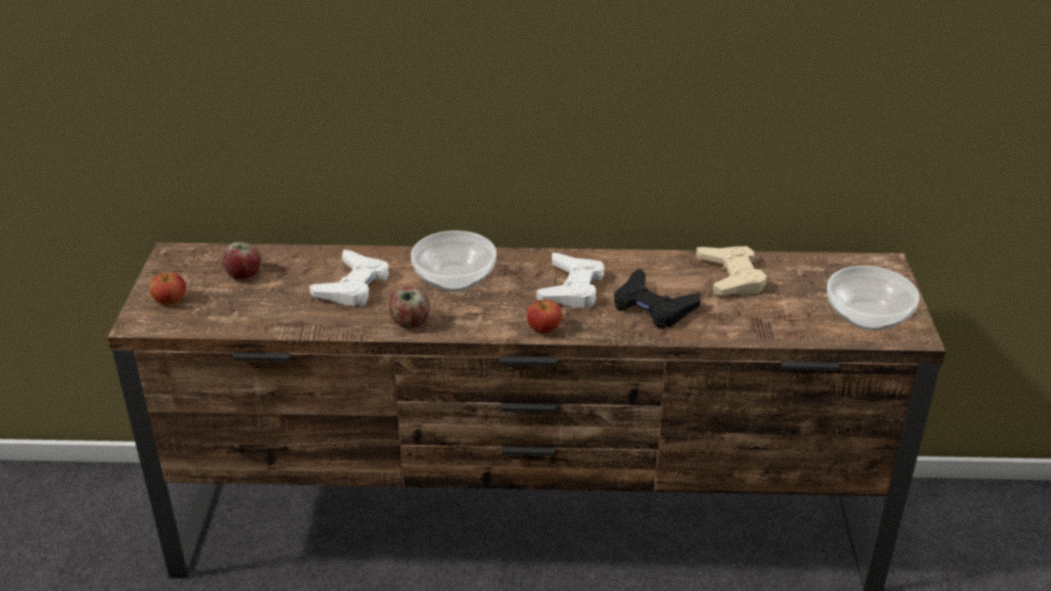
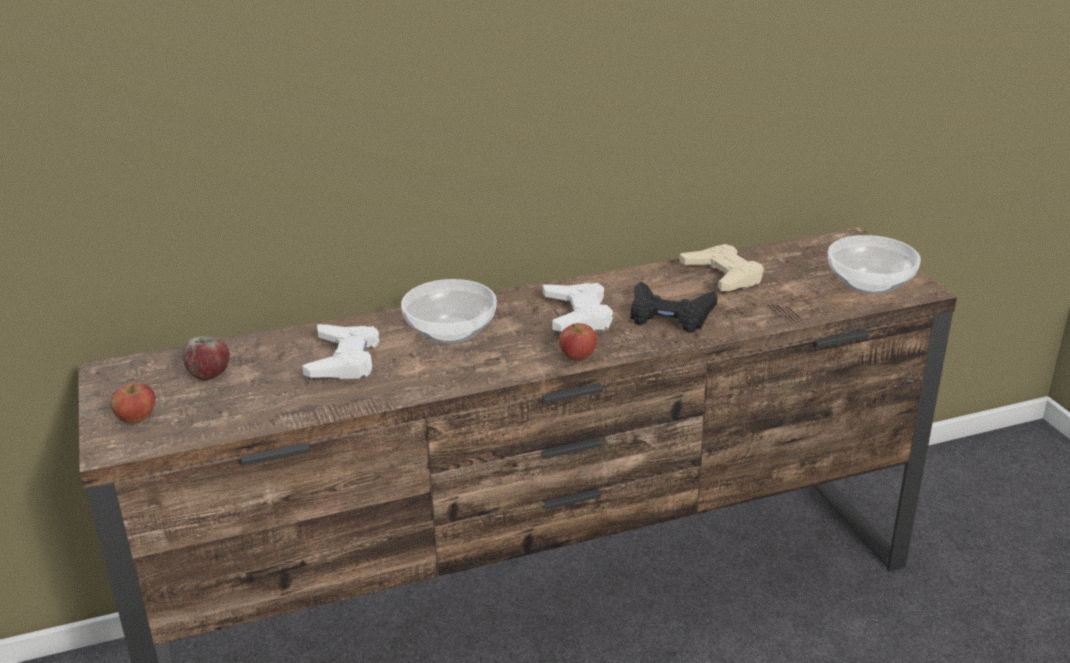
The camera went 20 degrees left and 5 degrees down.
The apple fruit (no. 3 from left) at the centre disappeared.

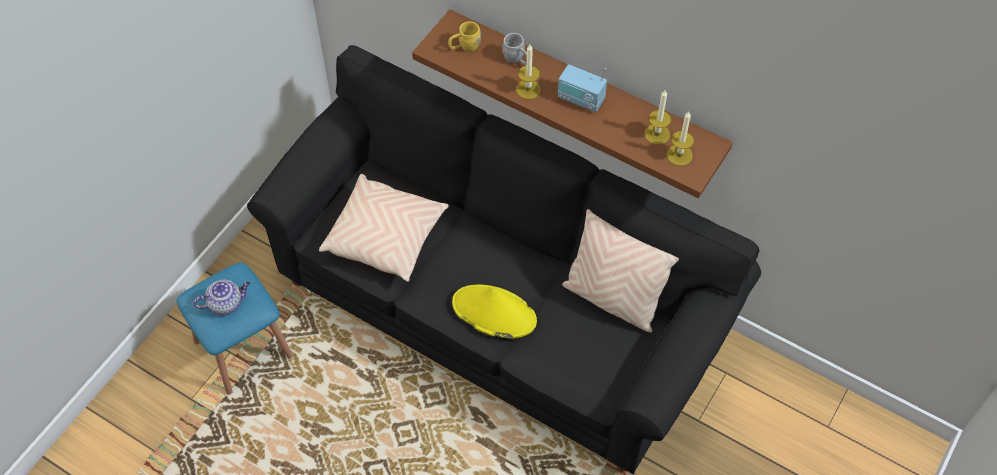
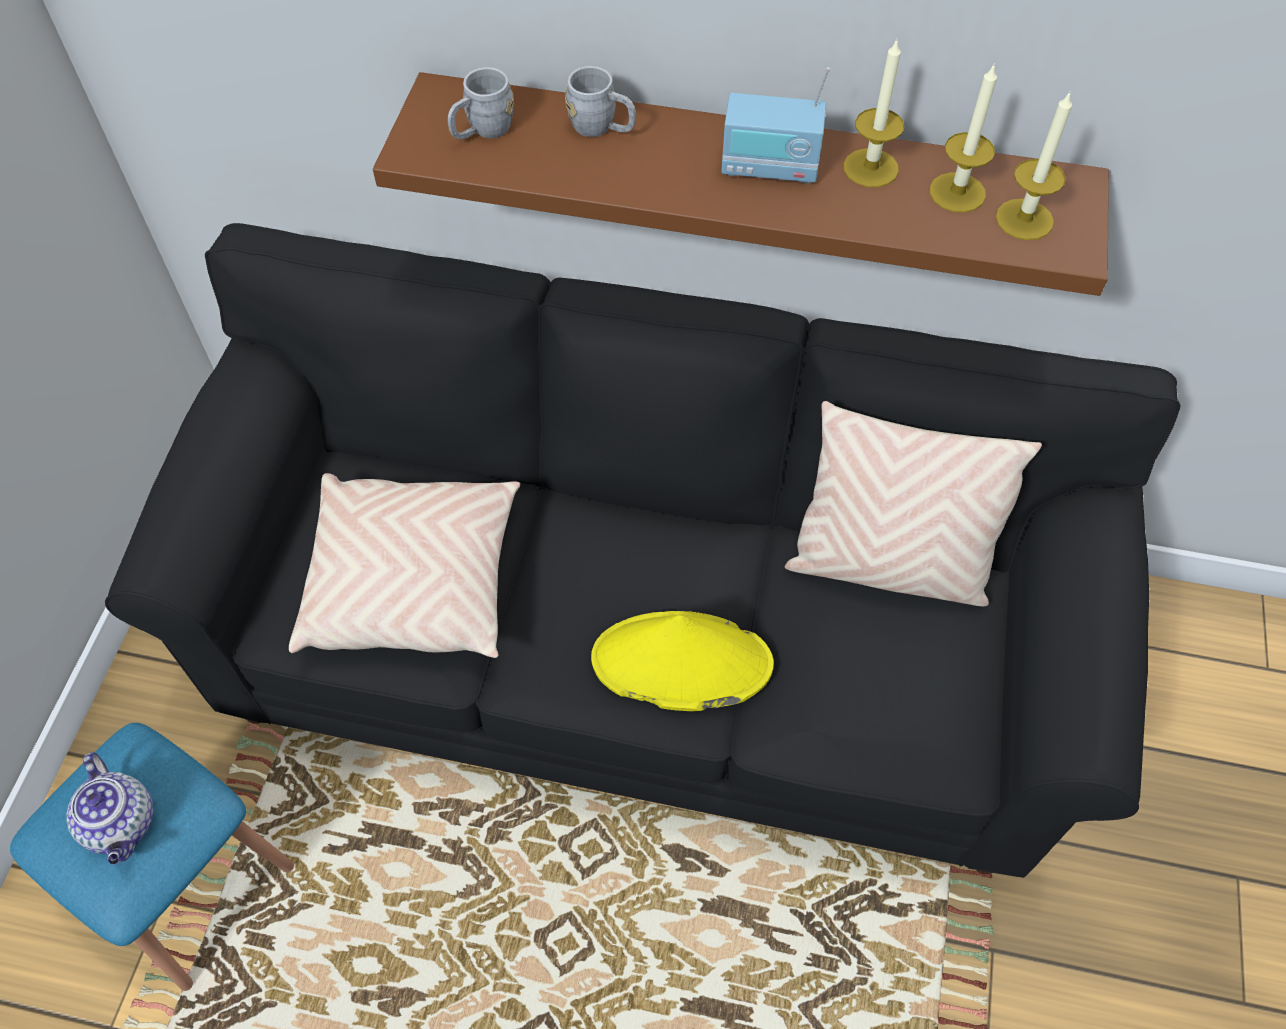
The camera went 20 degrees left and 0 degrees up.
The tea pot at the middle left turned 105 degrees clockwise.
The coffee mug in yellow-coloured at the top centre became the coffee mug in grey (no. 1 from left) at the top centre.
The wax candle (no. 1 from left) moved from the top centre to the top right.

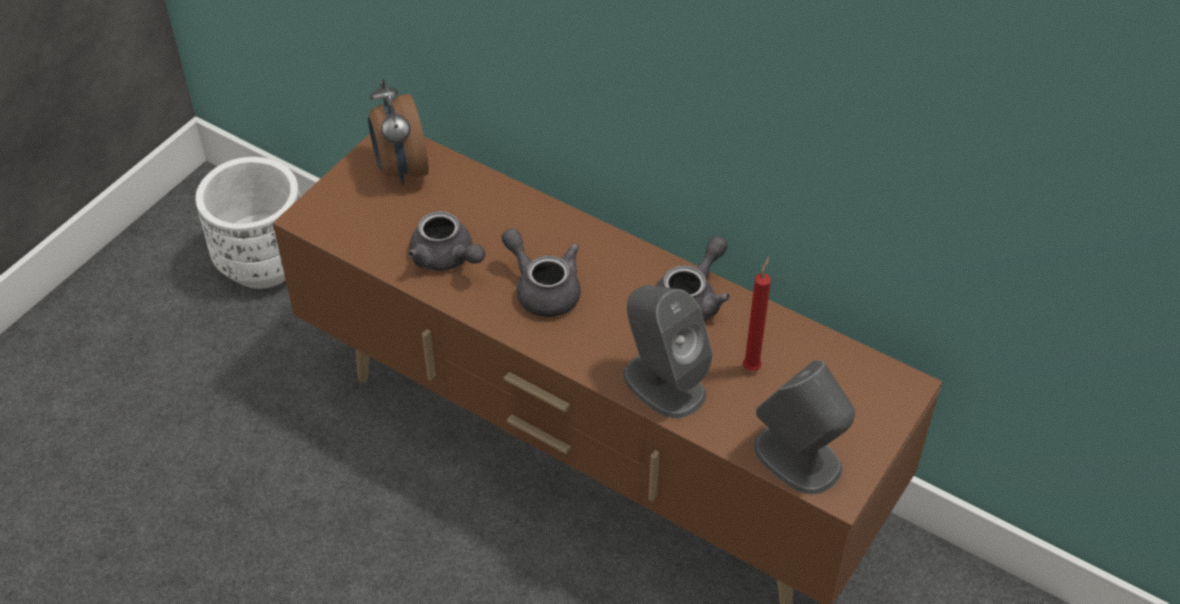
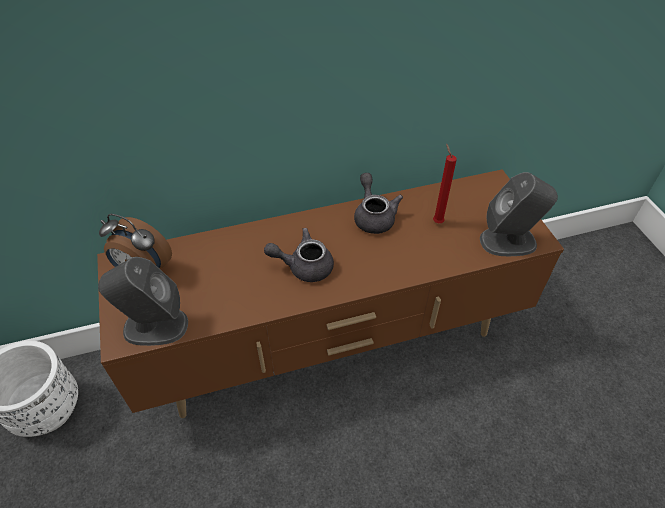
The camera went 50 degrees left and 0 degrees up.
The speaker in grey (no. 1 from left) moved from the centre to the middle left.
The tea pot in grey (no. 1 from left) at the centre disappeared.

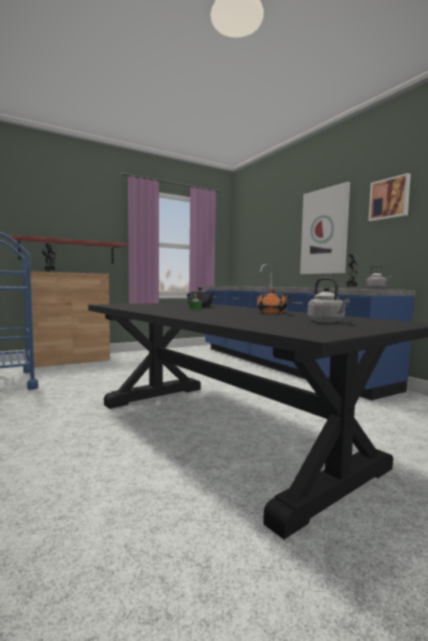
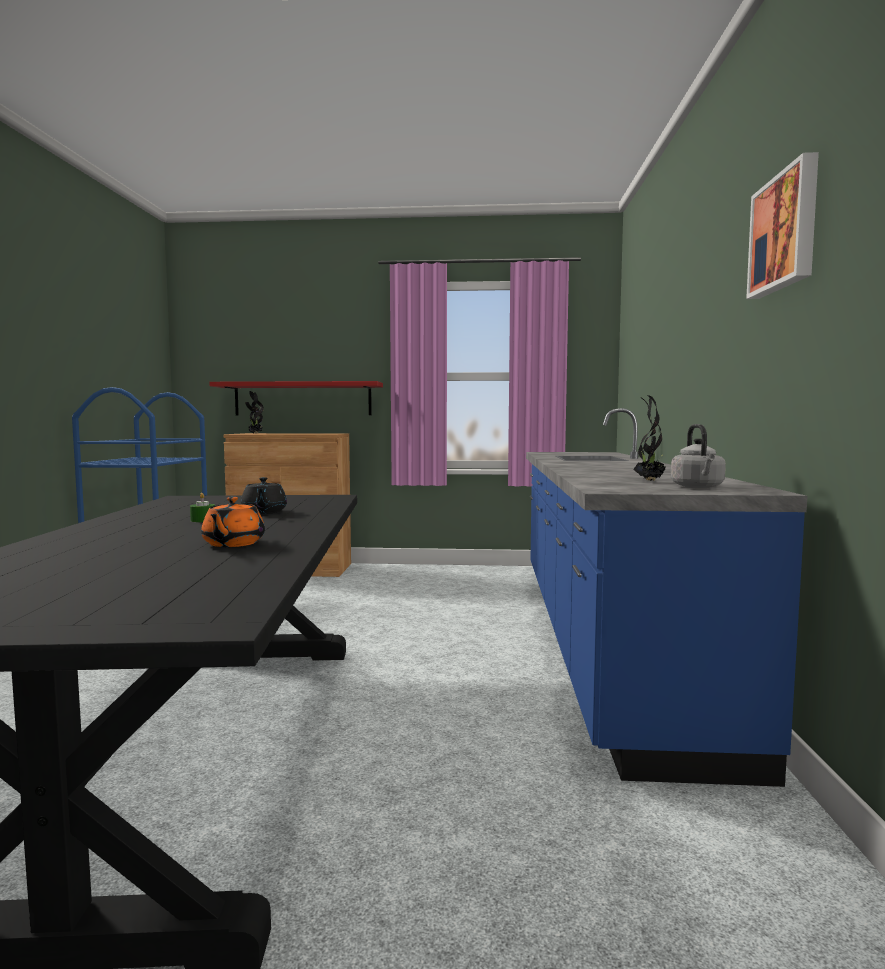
The camera went 35 degrees right and 0 degrees up.
The wall art (no. 1 from left) at the middle right disappeared.
The water kettle in grey (no. 1 from left) at the middle right disappeared.

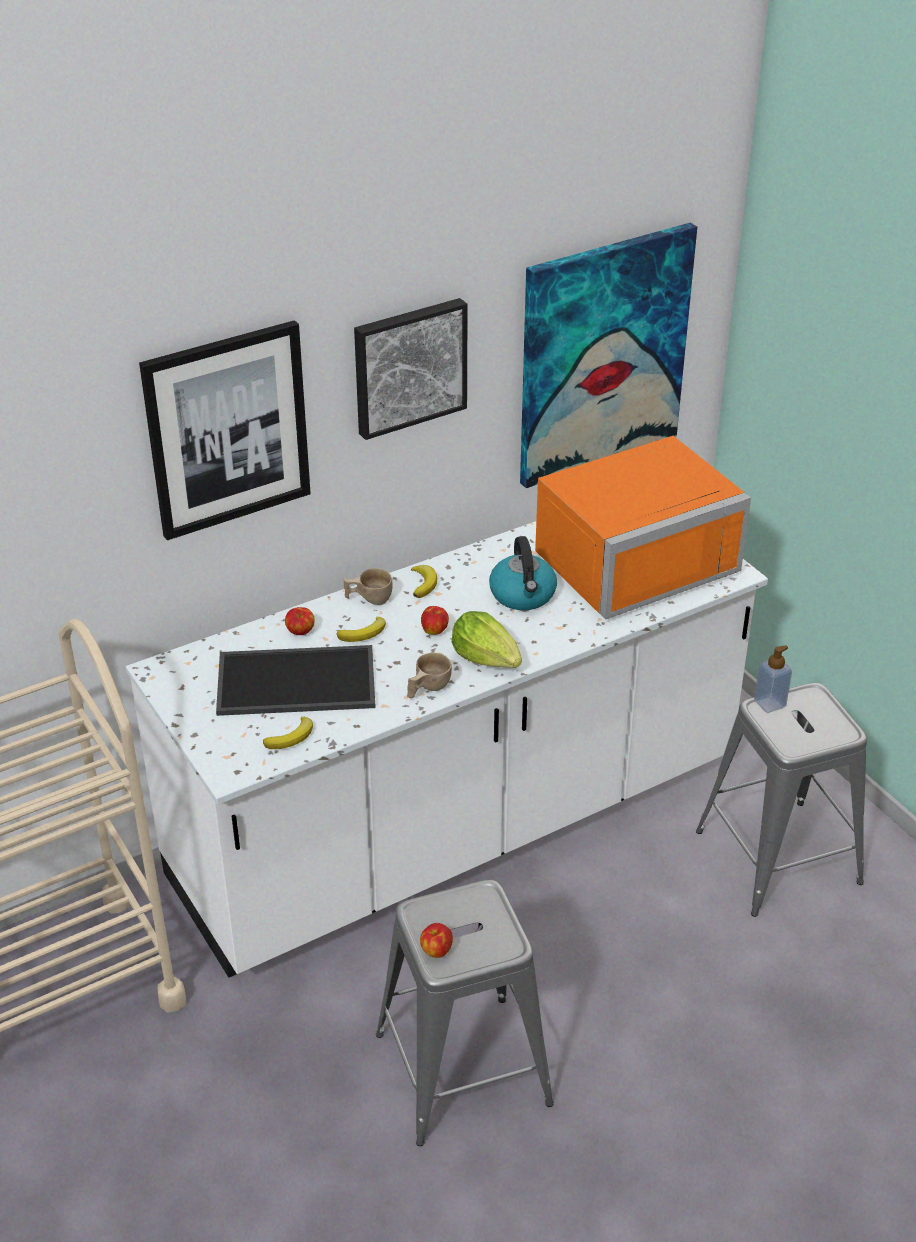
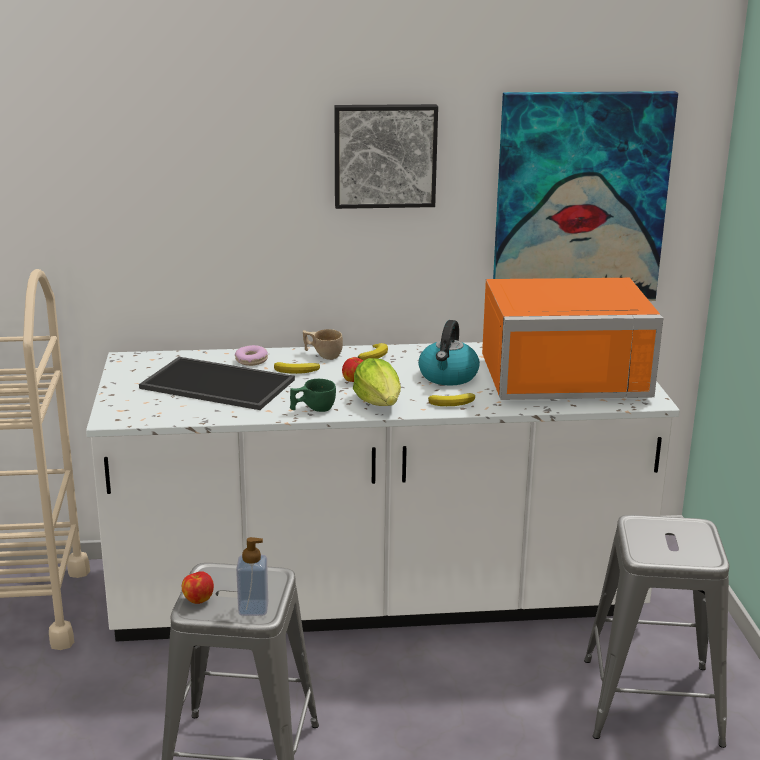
The camera went 25 degrees right and 15 degrees down.
The apple fruit (no. 1 from left) at the middle left was replaced by the doughnut at the middle left.
The soap dispenser moved from the middle right to the bottom left.
The drinking cup in sand-coloured (no. 2 from left) at the centre became the drinking cup in green at the centre.
The banana fruit (no. 1 from left in the first image) moved from the middle left to the centre.
The wall art (no. 1 from left) at the middle left disappeared.

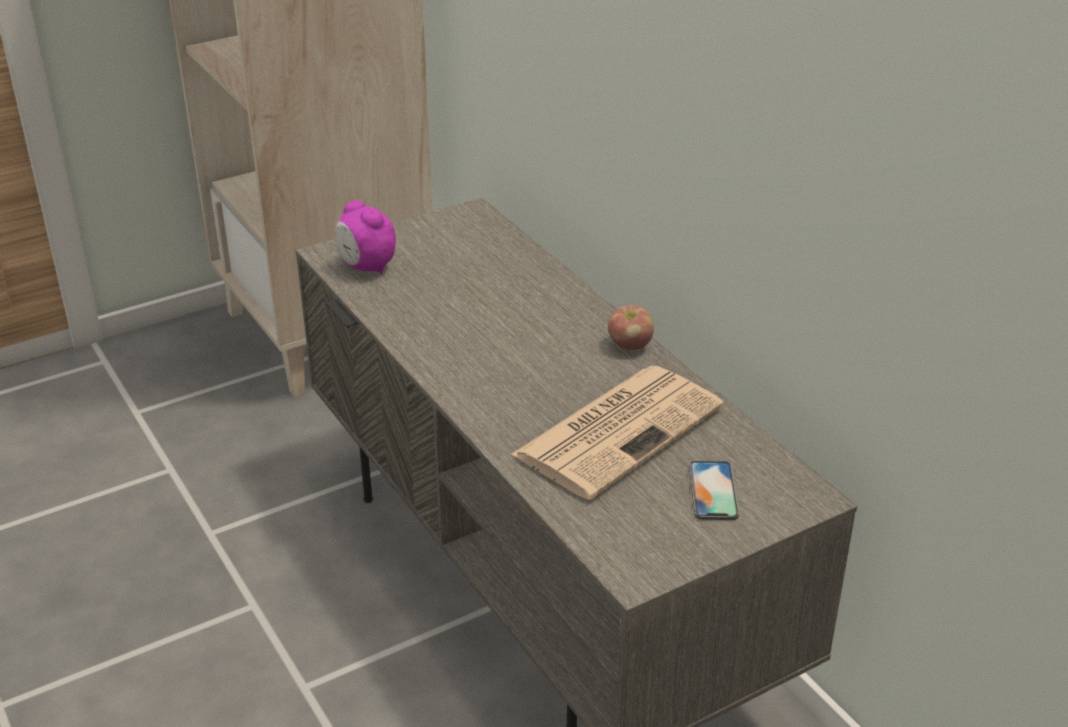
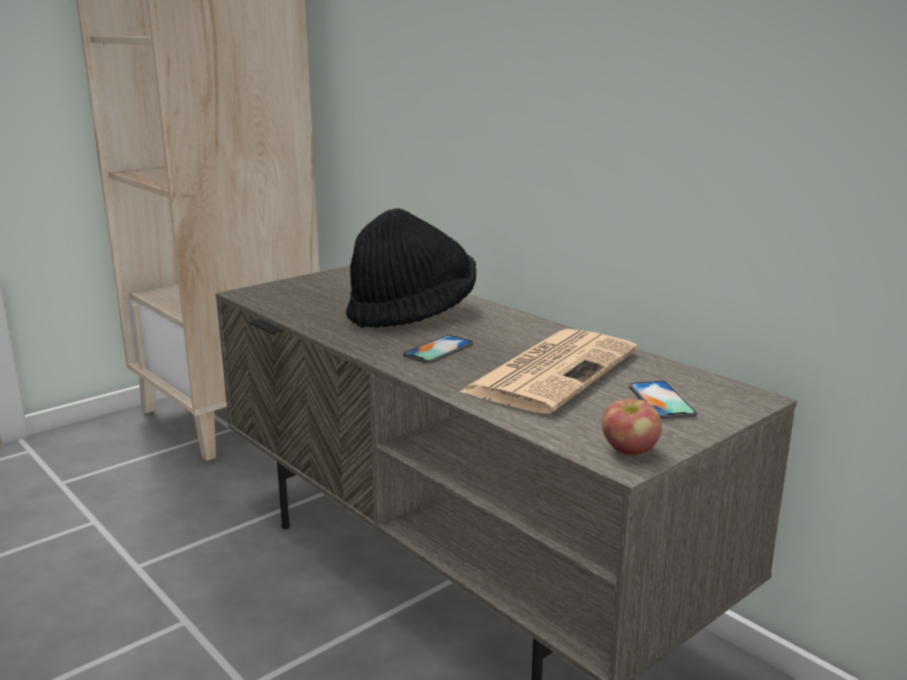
The camera went 10 degrees left and 15 degrees down.
The hat in black-coloured at the centre appeared.
The phone (no. 1 from left) at the centre appeared.
The apple fruit moved from the centre to the middle right.
The table clock at the top centre disappeared.

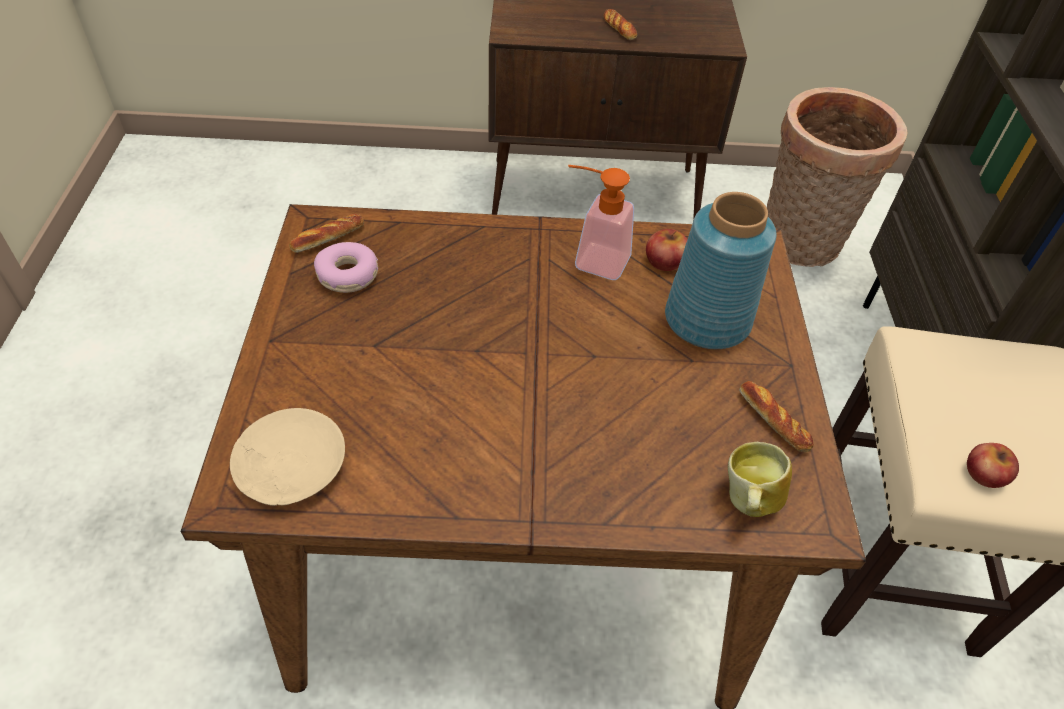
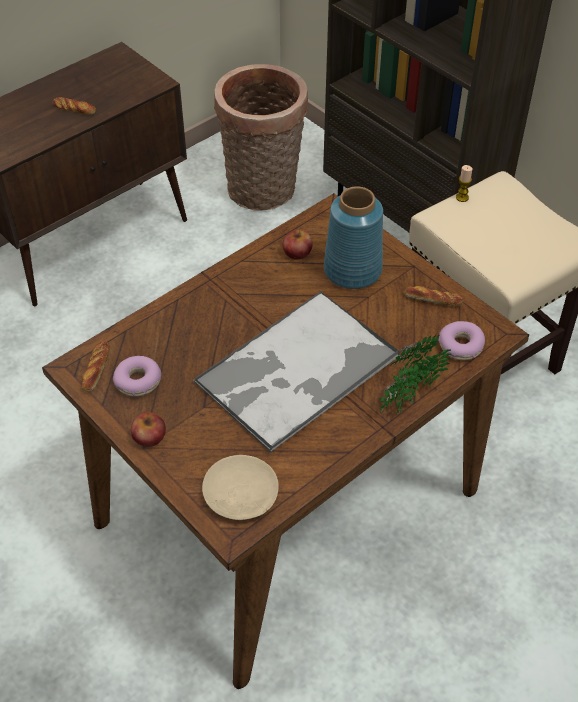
The camera went 40 degrees left and 0 degrees up.
The apple fruit (no. 2 from left in the first image) moved from the middle right to the middle left.
The serving tray at the centre appeared.
The houseplant at the middle right appeared.
The coffee mug at the bottom right was replaced by the doughnut (no. 2 from left) at the middle right.
The wax candle at the top right appeared.
The soap dispenser at the top centre disappeared.

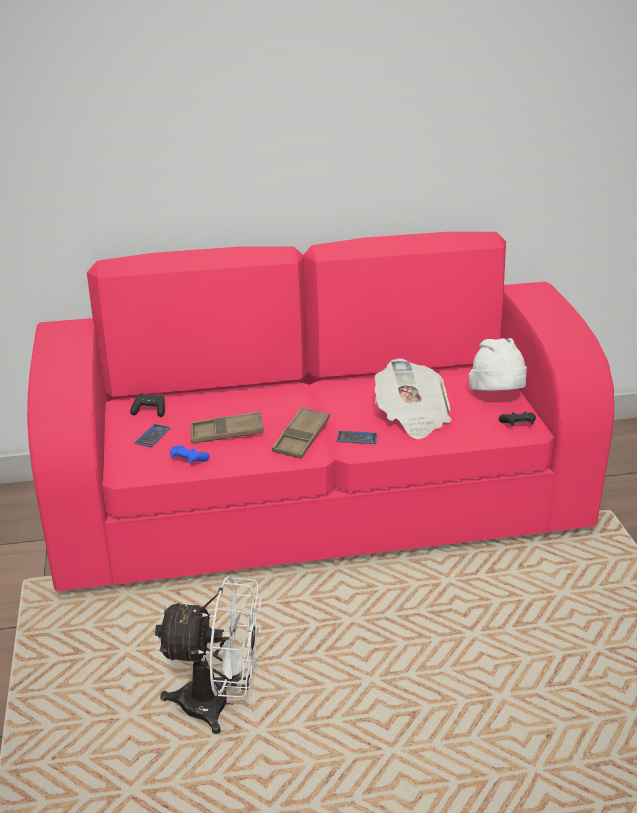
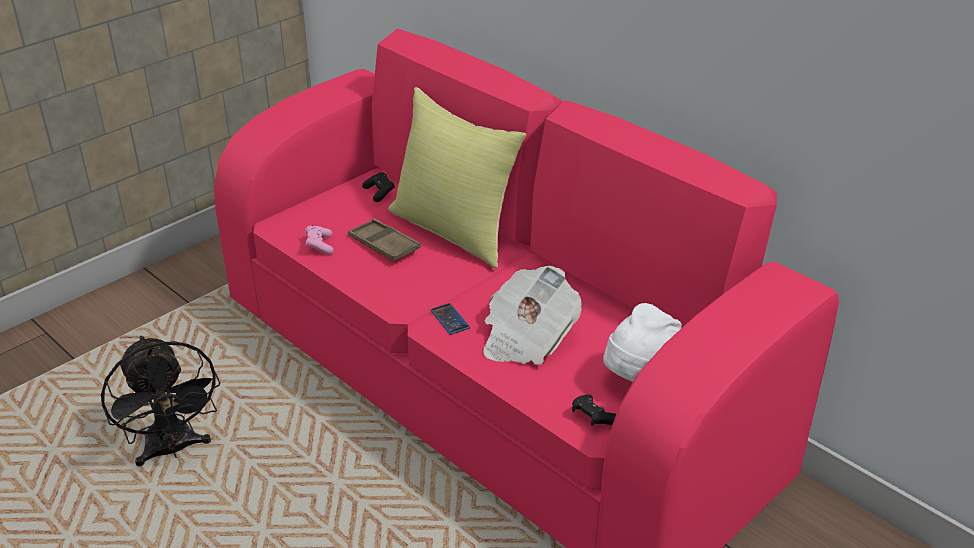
The camera went 55 degrees right and 5 degrees up.
The cooling fan in white at the bottom left became the cooling fan in black-coloured at the bottom left.
The gamepad in blue at the middle left became the gamepad in pink-coloured at the middle left.
The throw pillow in yellow-coloured at the top centre appeared.
The phone (no. 1 from left) at the middle left disappeared.
The serving tray in brownish (no. 2 from left) at the centre disappeared.

